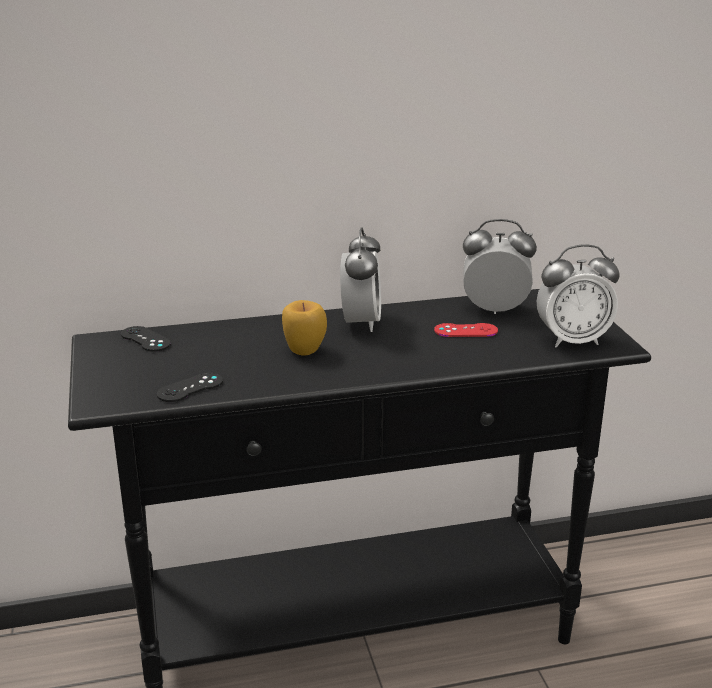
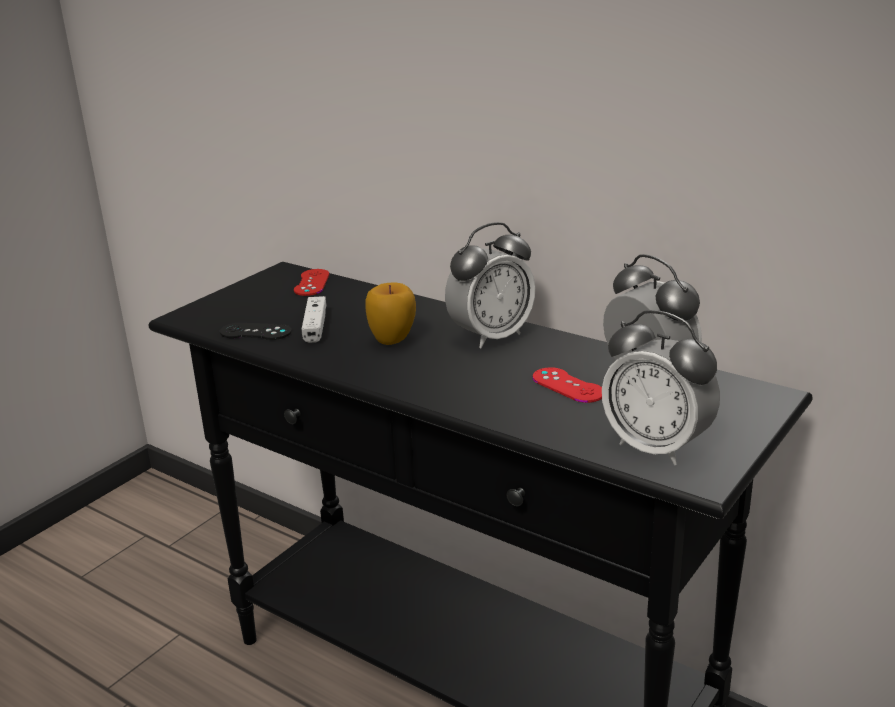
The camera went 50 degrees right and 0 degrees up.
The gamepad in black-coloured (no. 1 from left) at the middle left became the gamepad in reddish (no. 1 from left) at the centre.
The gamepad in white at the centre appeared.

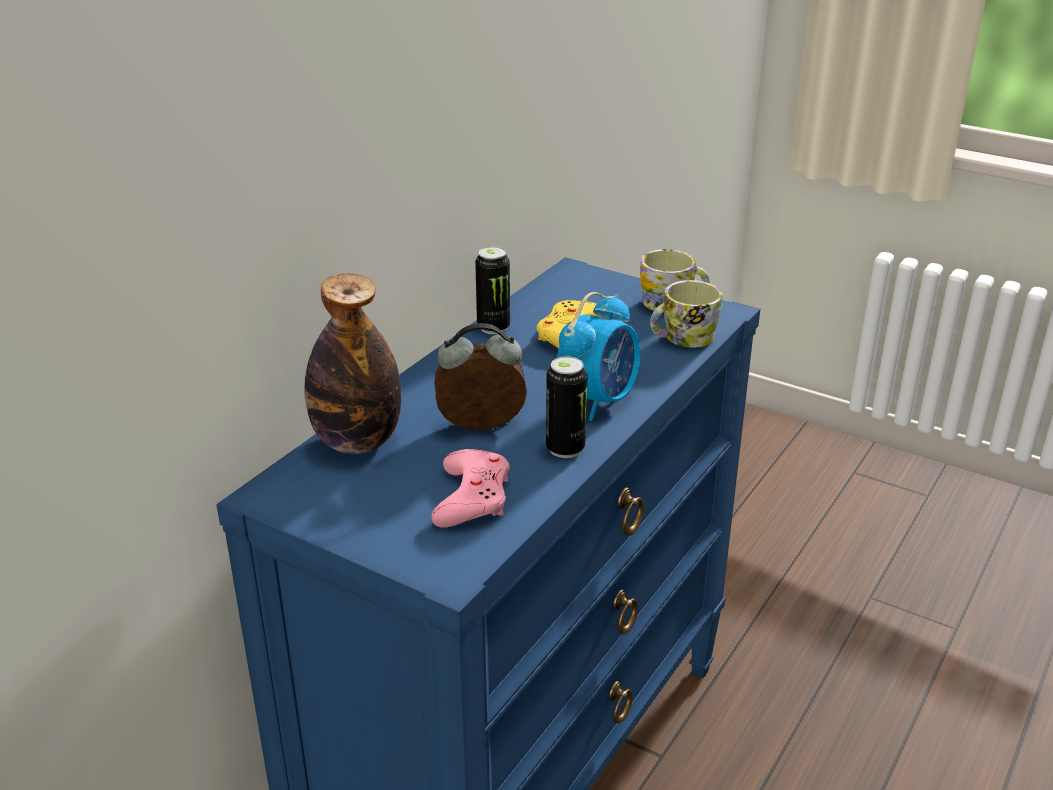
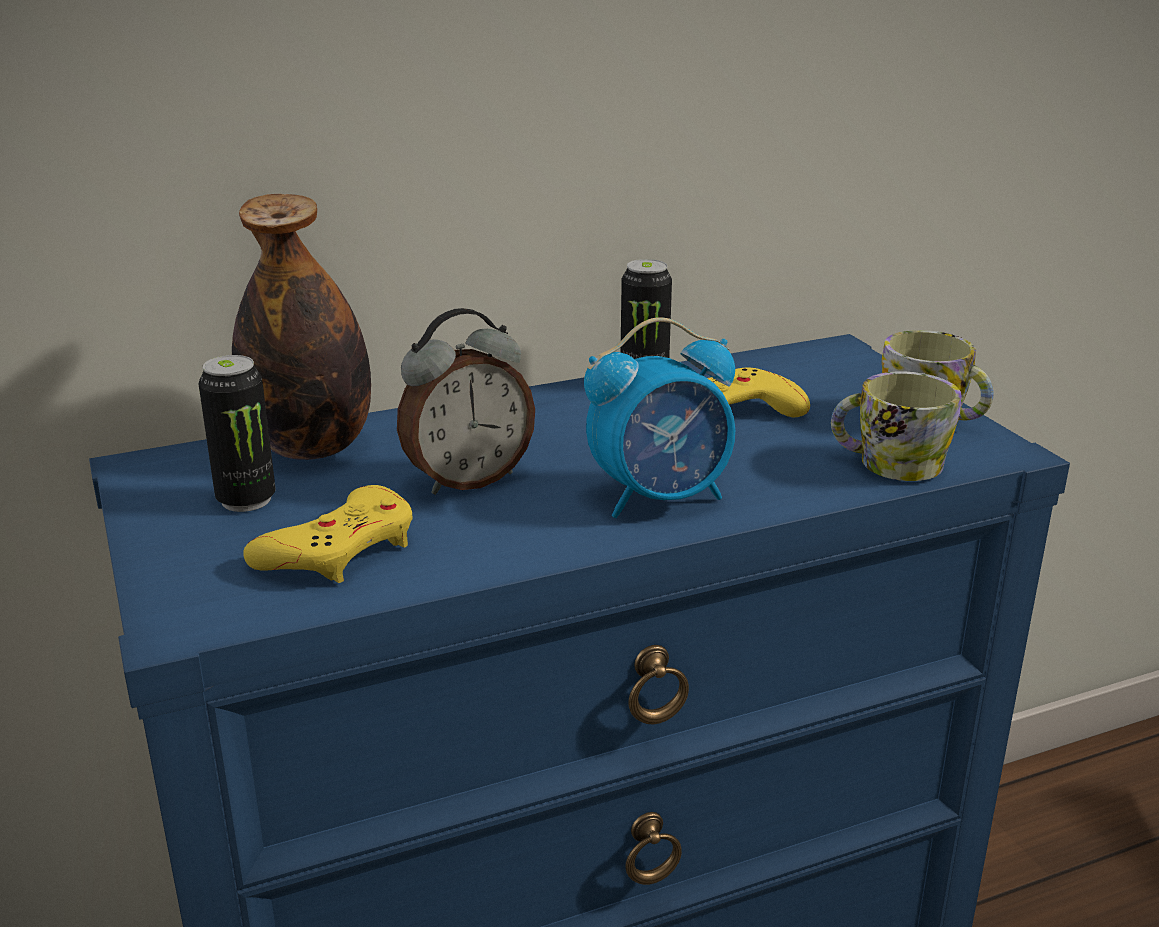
The camera went 35 degrees right and 5 degrees down.
The metal can (no. 2 from left in the first image) moved from the centre to the middle left.
The gamepad in pink-coloured at the centre became the gamepad in yellow-coloured (no. 1 from left) at the middle left.
The table clock (no. 1 from left) at the centre turned 120 degrees clockwise.

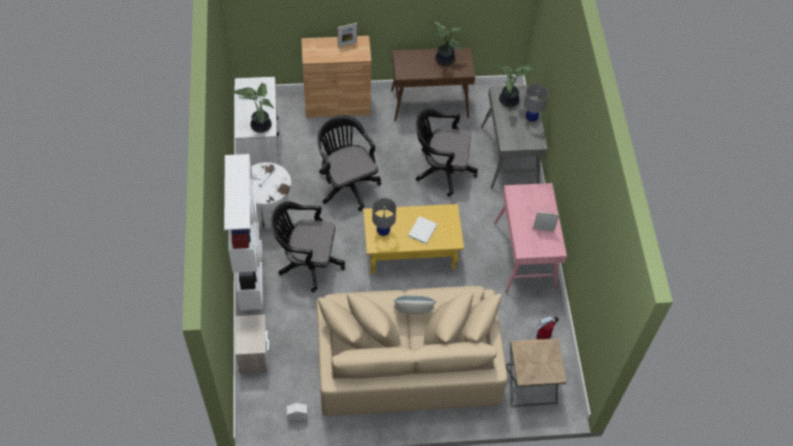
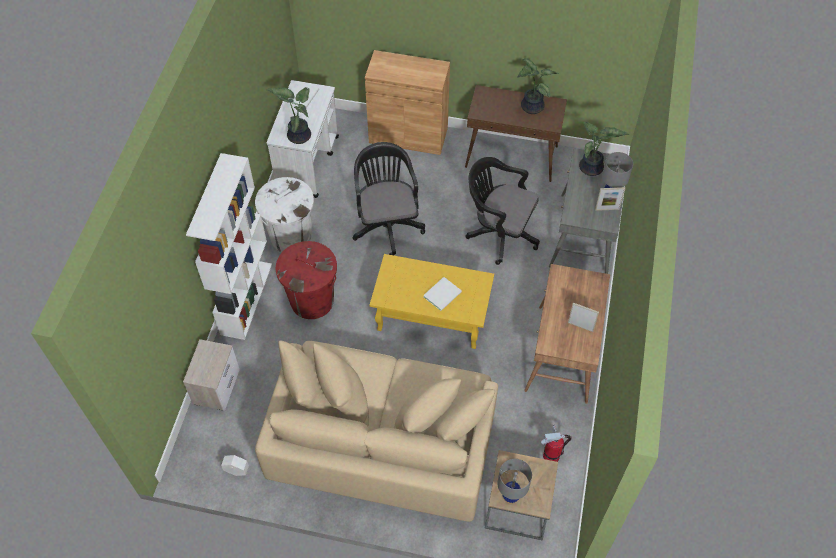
The camera went 20 degrees right and 0 degrees up.
The desk chair in black-coloured (no. 1 from left) at the centre was replaced by the waste bin in reddish at the centre.
The lamp for a table in grey (no. 1 from left) moved from the centre to the bottom centre.
The desk in pink-coloured at the middle right became the desk in brownish at the middle right.
The picture frame (no. 1 from left in the first image) moved from the top centre to the middle right.
The throw pillow at the bottom centre disappeared.

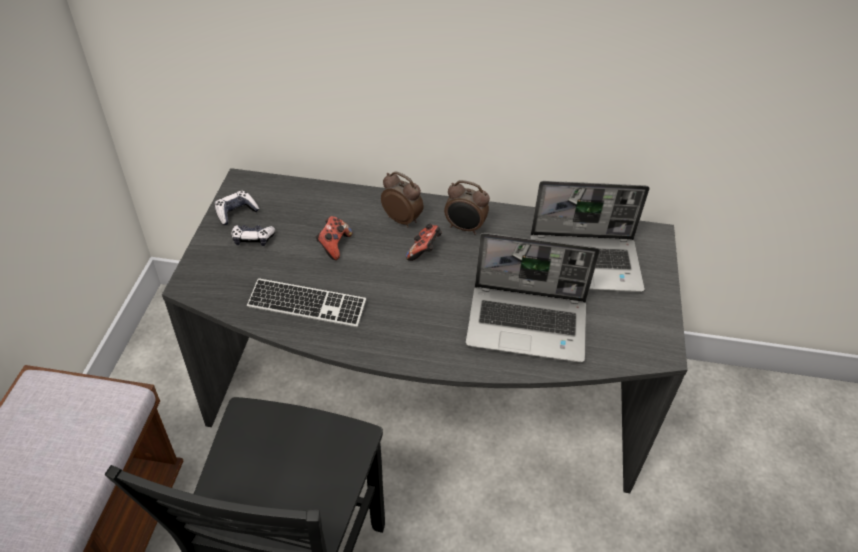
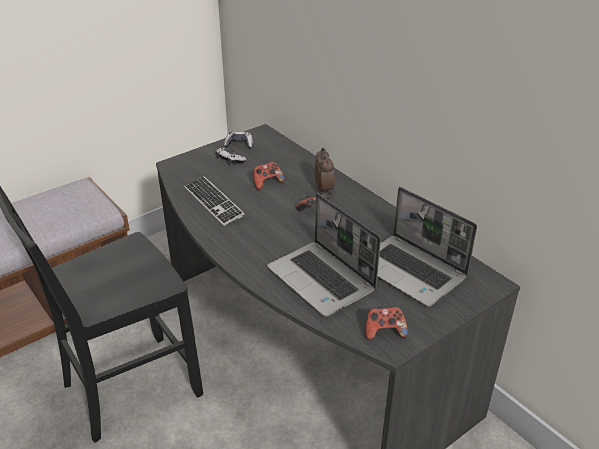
The camera went 45 degrees right and 10 degrees down.
The gamepad (no. 5 from left) at the bottom centre appeared.
The table clock (no. 2 from left) at the centre disappeared.

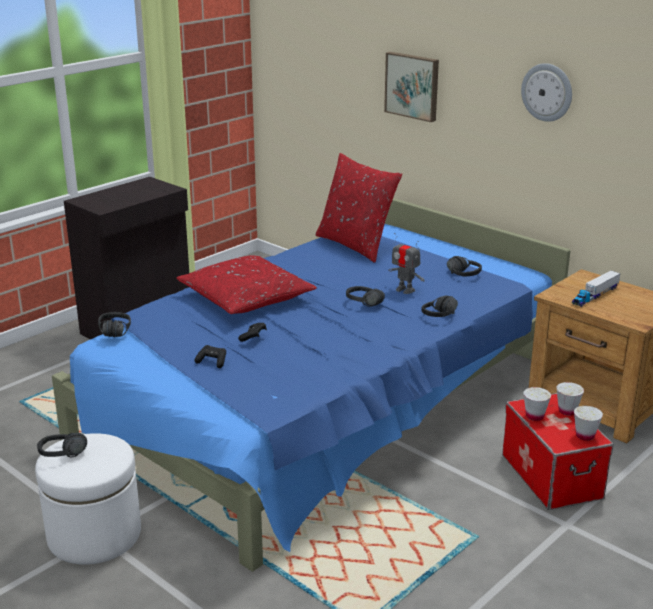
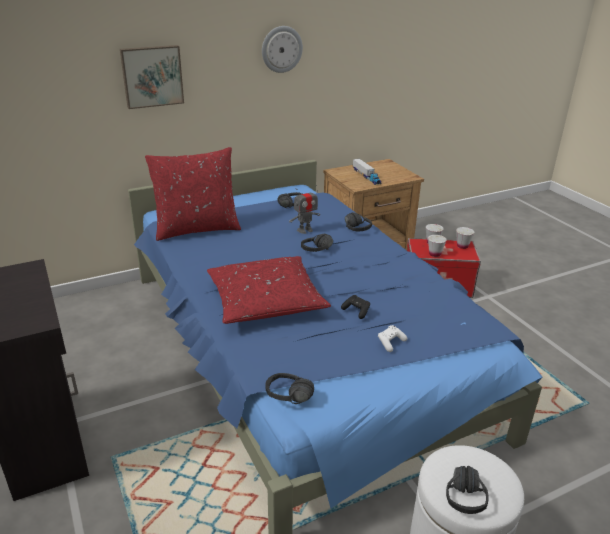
The camera went 70 degrees left and 5 degrees up.
The gamepad in black-coloured (no. 1 from left) at the middle left became the gamepad in white at the centre.

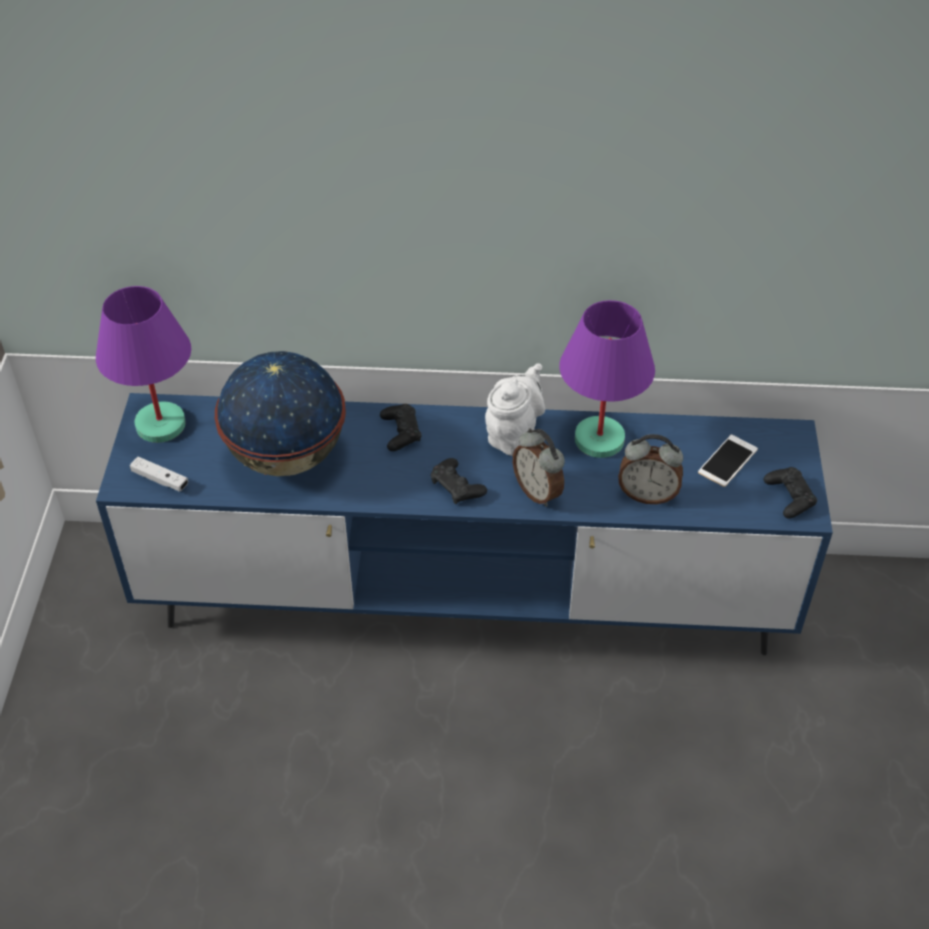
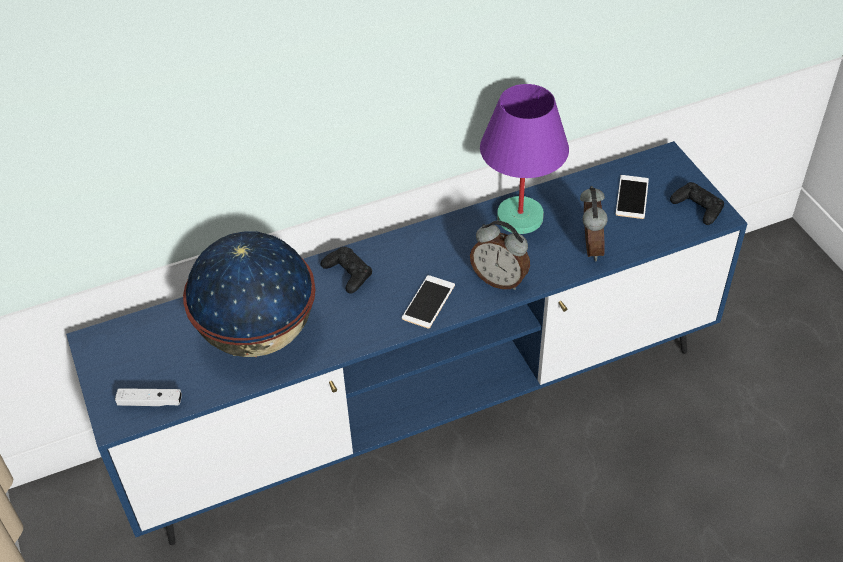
The camera went 25 degrees left and 0 degrees up.
The gamepad in black-coloured (no. 2 from left) at the centre was replaced by the phone (no. 1 from left) at the centre.
The table clock (no. 2 from left) at the middle right turned 75 degrees counterclockwise.
The lamp for a table in purple-coloured (no. 1 from left) at the middle left disappeared.
The tea pot in white at the centre disappeared.

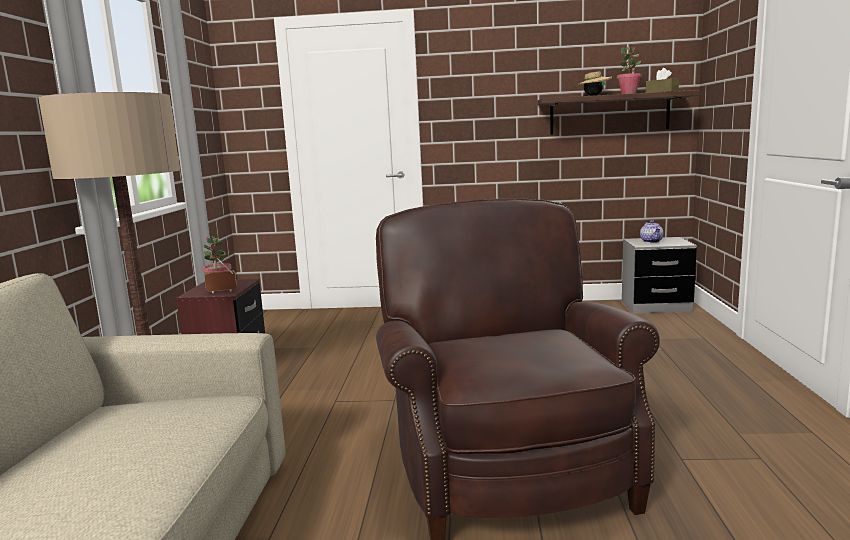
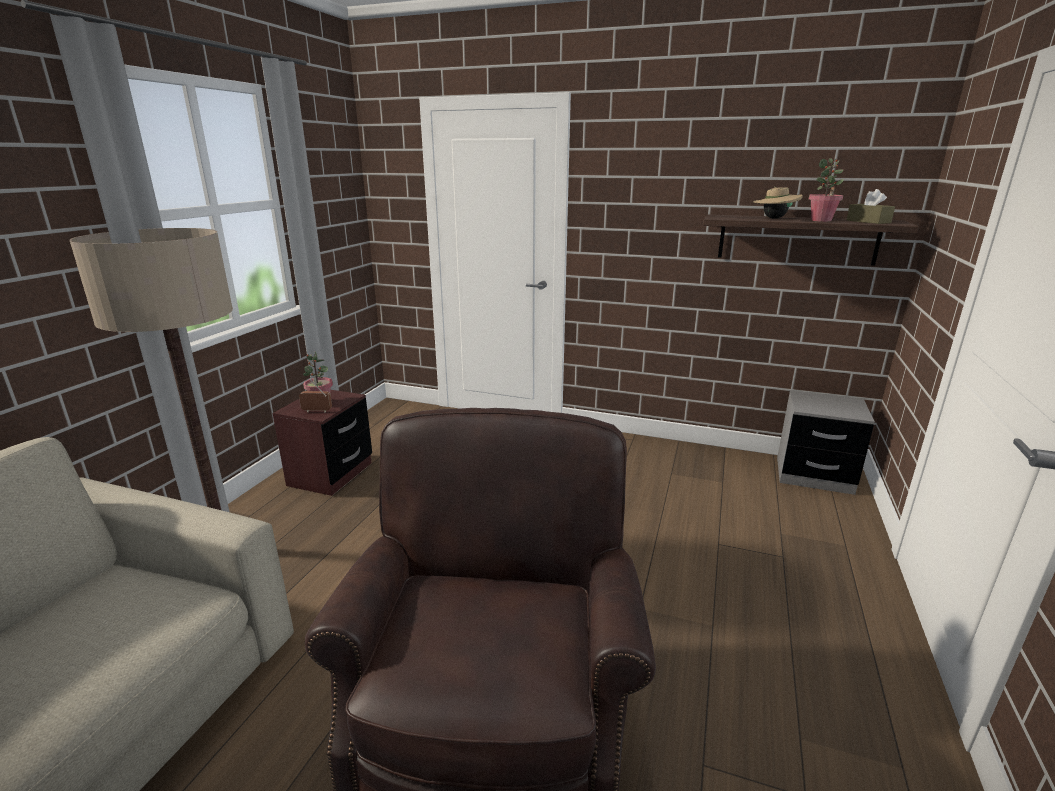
The camera went 15 degrees right and 10 degrees up.
The tea pot at the middle right disappeared.

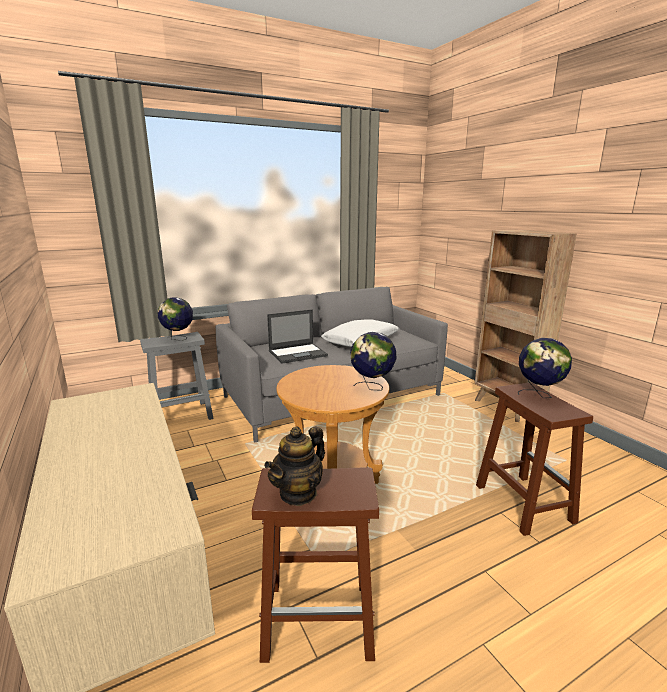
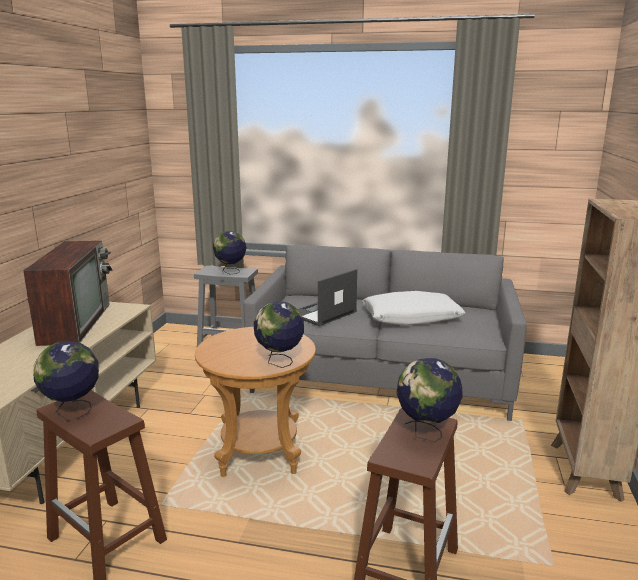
The camera went 40 degrees right and 0 degrees up.
The TV set at the middle left appeared.
The tea pot at the bottom centre was replaced by the globe (no. 1 from left) at the middle left.
The portable computer at the centre turned 120 degrees clockwise.

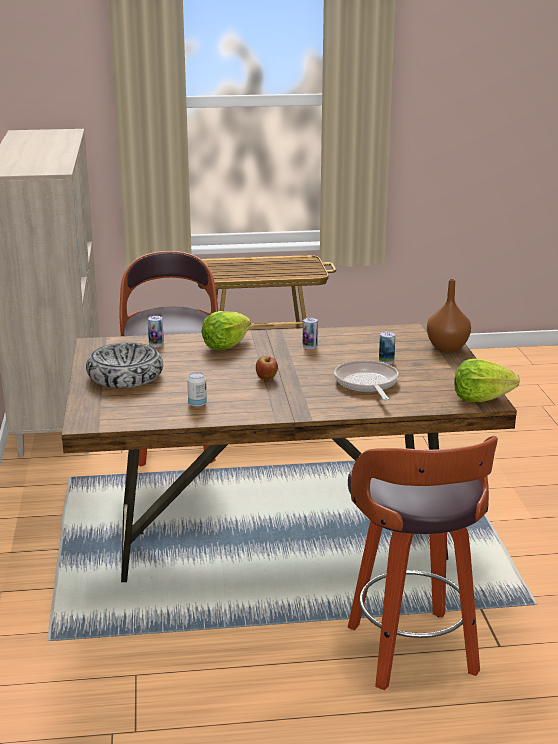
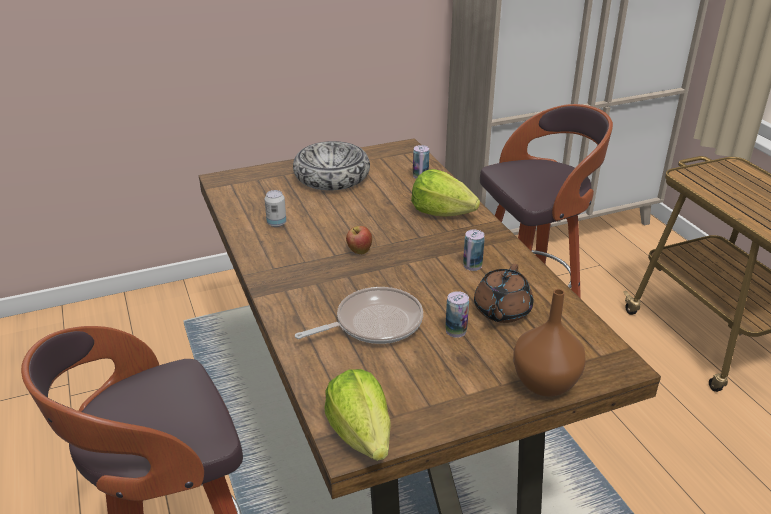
The camera went 75 degrees right and 10 degrees up.
The tea pot in brownish at the centre appeared.

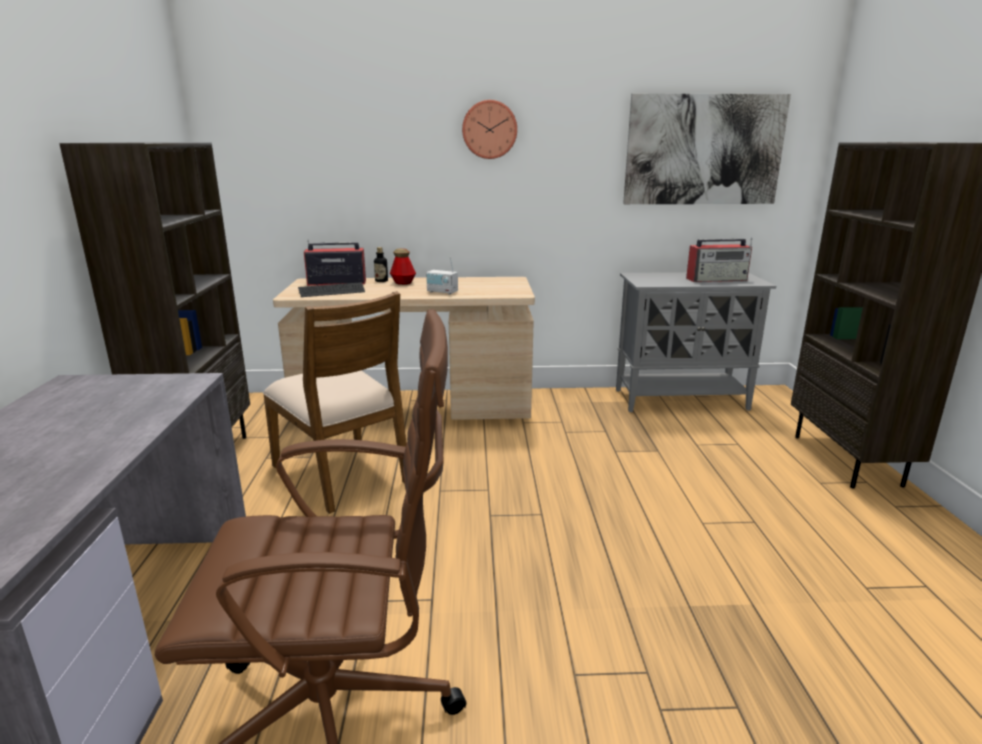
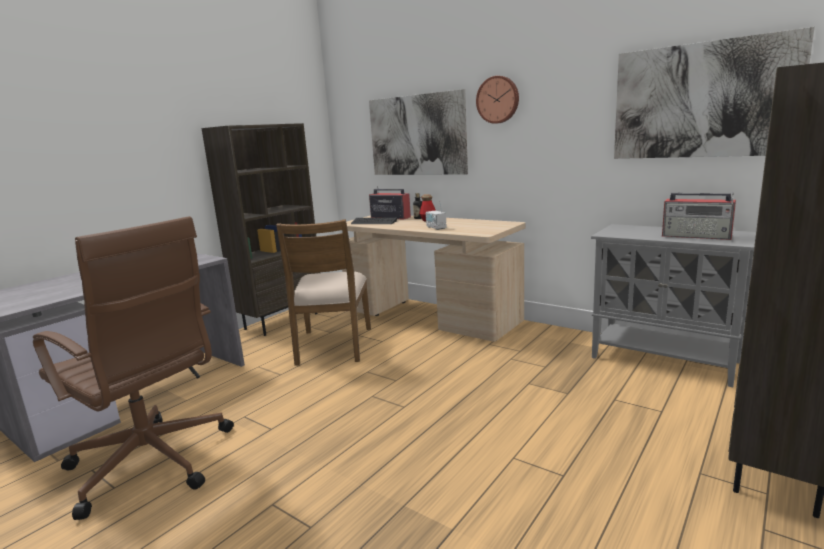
The camera went 40 degrees right and 5 degrees down.
The wall art (no. 1 from left) at the top centre appeared.

